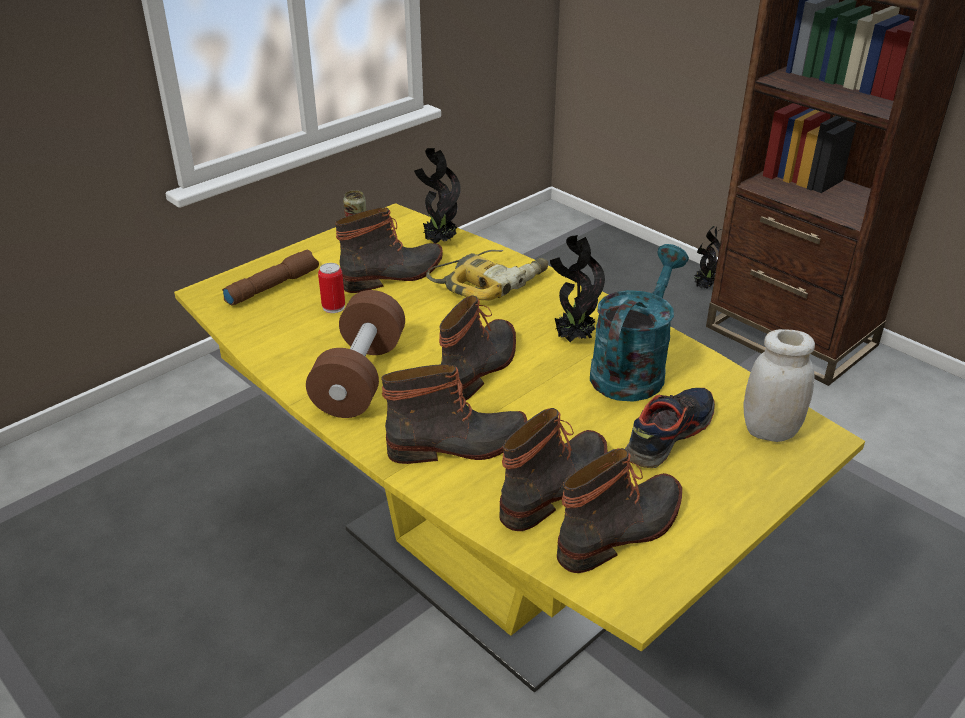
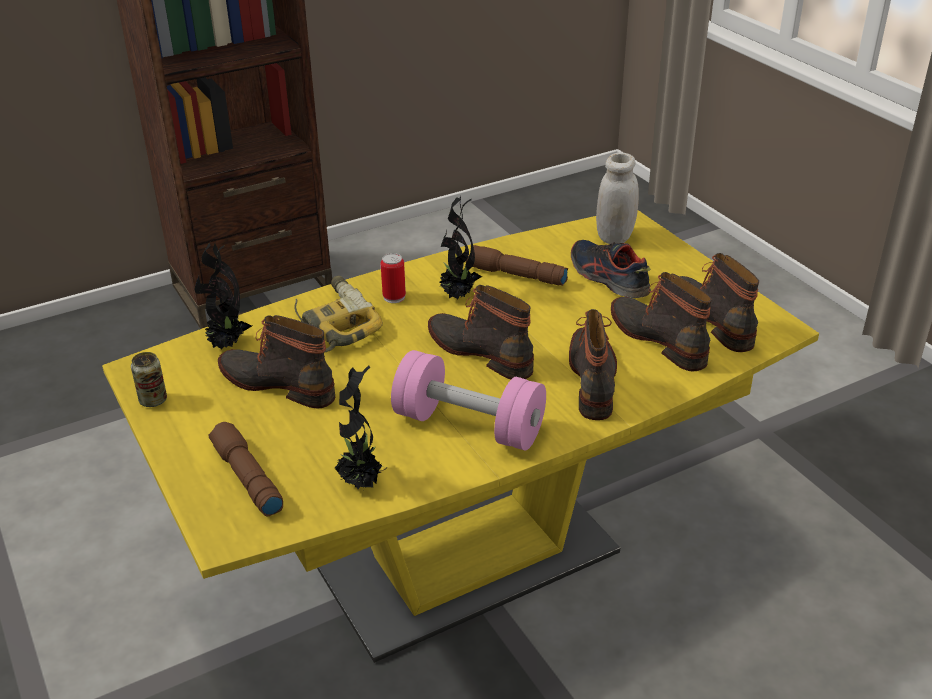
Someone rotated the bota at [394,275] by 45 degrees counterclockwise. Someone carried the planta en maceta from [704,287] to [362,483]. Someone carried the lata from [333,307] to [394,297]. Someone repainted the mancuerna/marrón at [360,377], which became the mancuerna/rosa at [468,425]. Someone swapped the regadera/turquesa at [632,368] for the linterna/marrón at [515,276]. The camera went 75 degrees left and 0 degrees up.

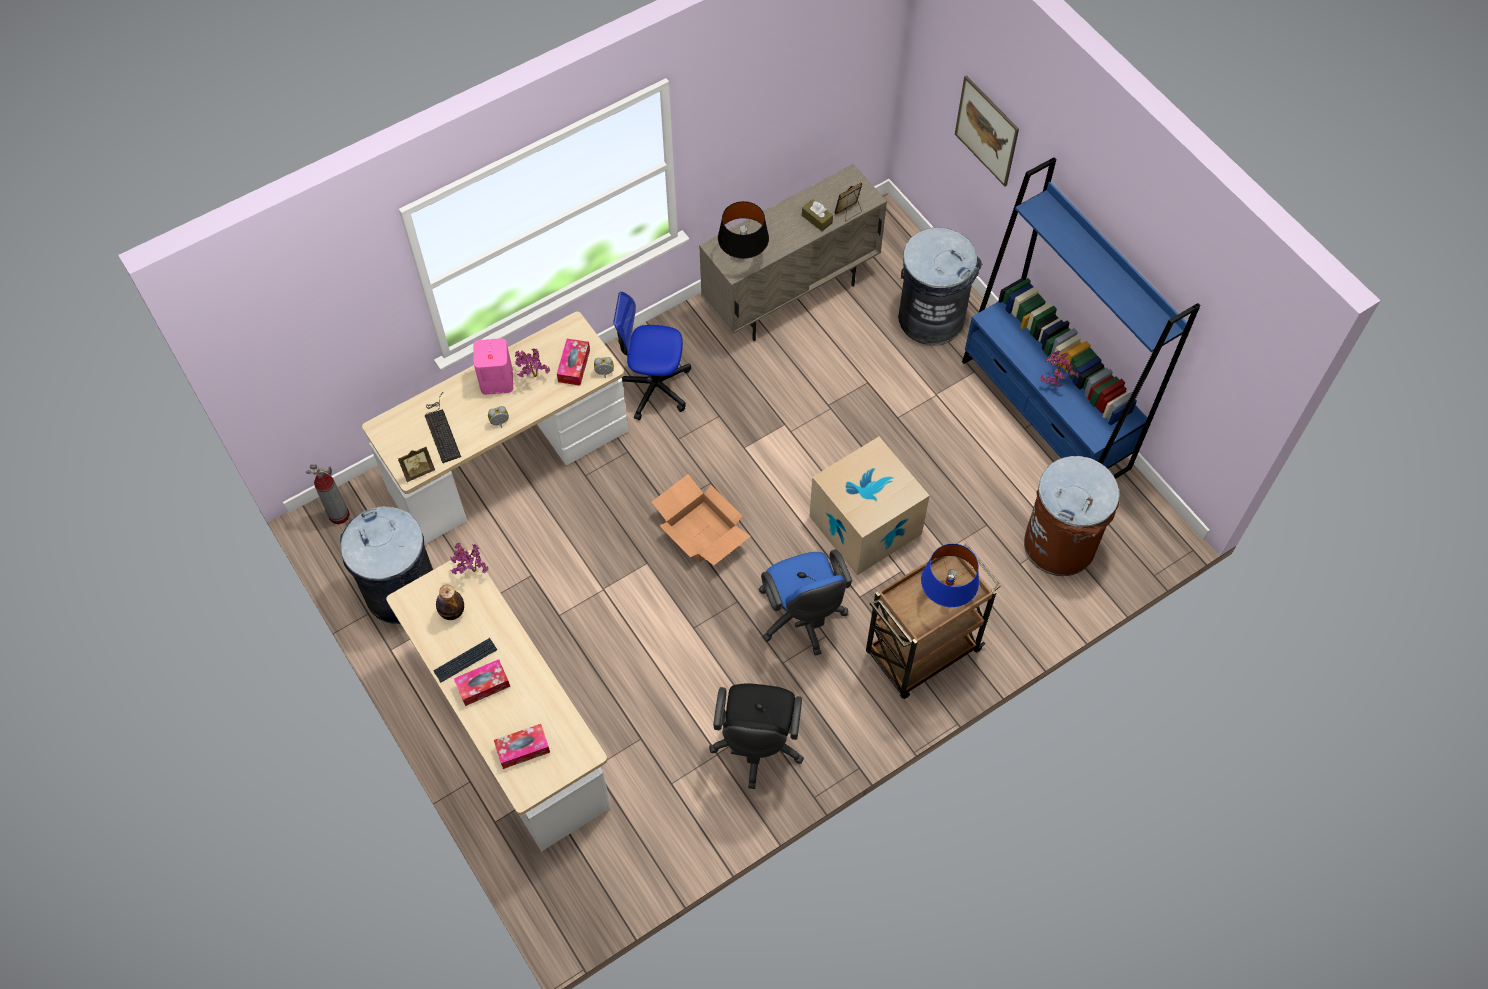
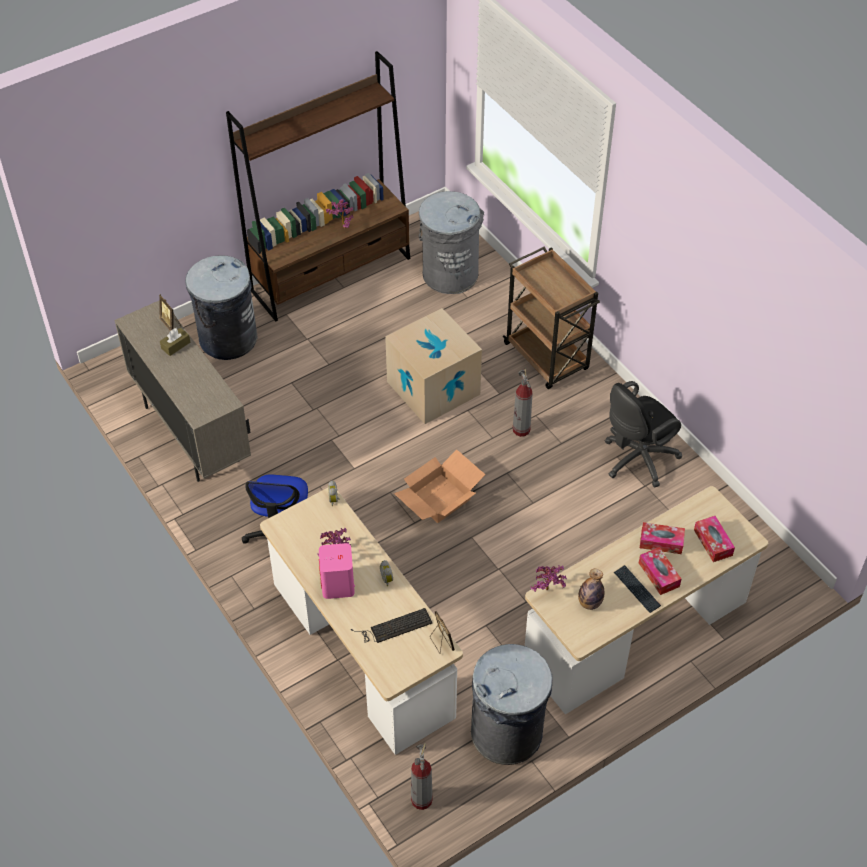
Someone repainted the estantería/azul at [1045,415], which became the estantería/marrón at [331,274]. Someone repainted the papelera/marrón at [1060,544], which became the papelera/gris at [450,274]. Someone swapped the silla de oficina/azul at [802,619] for the extintor at [521,430]. Someone rotated the silla de oficina/negro at [756,747] by 135 degrees clockwise. Someone carried the caja de pañuelos from [574,366] to [661,542]. Someone took away the lámpara de mesa/negro at [743,258]. Someone took away the lámpara de mesa/azul at [945,597]. Someone took away the cuadro at [986,131]. The camera went 90 degrees left and 10 degrees down.

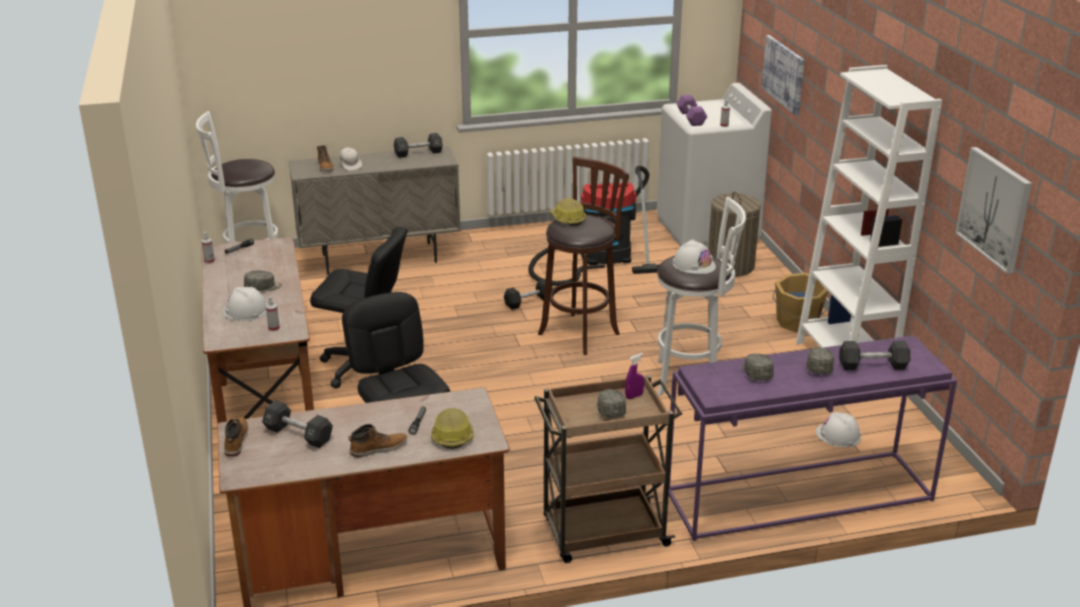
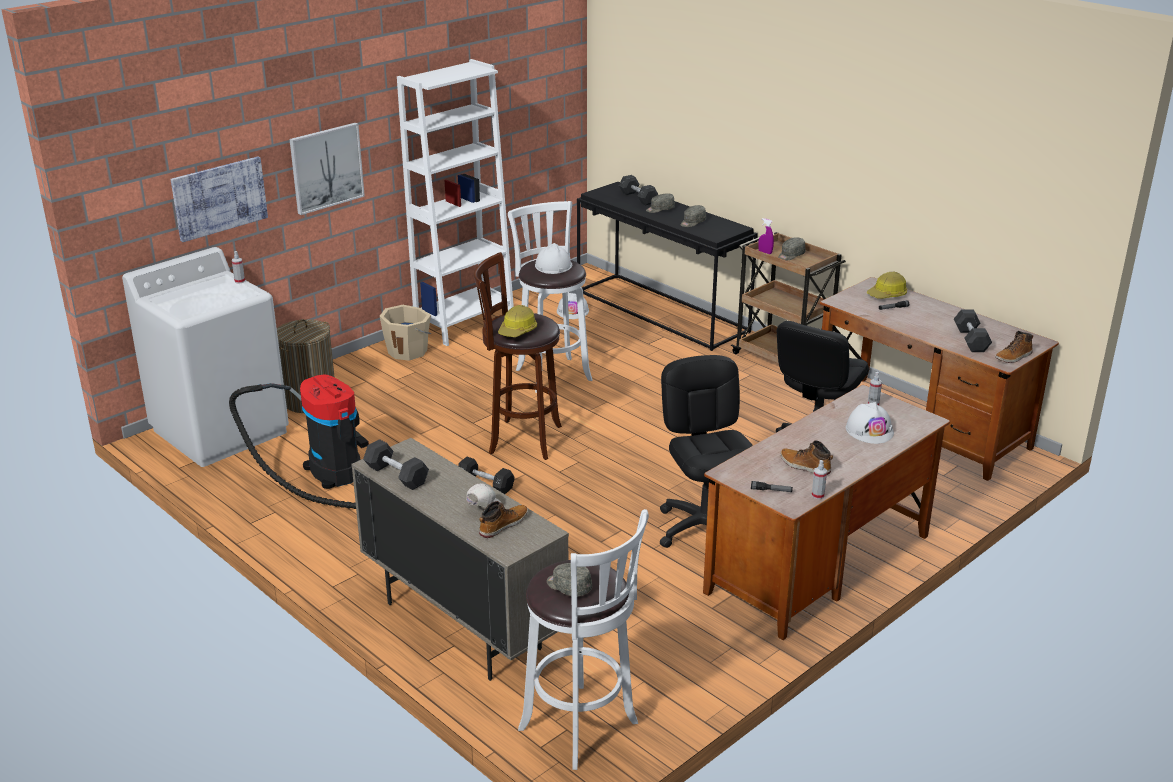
Someone carried the cuadro from [994,209] to [326,167]. Someone repainted the cubo/naranja at [797,322], which became the cubo/beis at [408,351]. Someone carried the gorra/gris from [263,288] to [568,587]. Someone repainted the mesa consola/morado at [798,497], which became the mesa consola/negro at [663,311]. Someone carried the bota from [378,448] to [804,466]. Someone took away the mancuerna/morado at [691,118]. The camera went 120 degrees left and 0 degrees up.

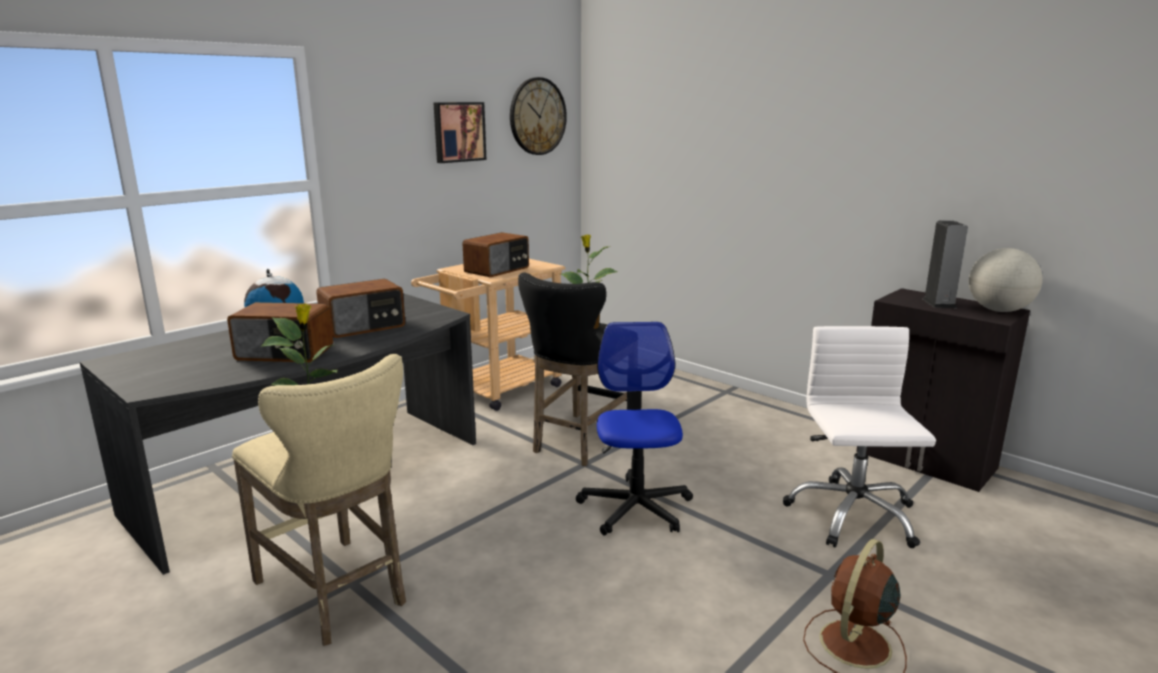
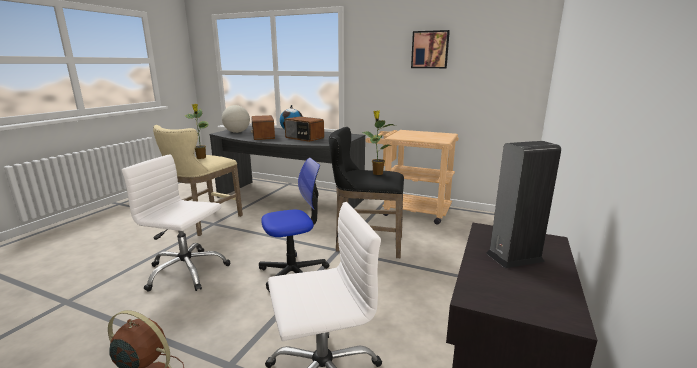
Someone put down the silla de oficina/blanco at [186,271]. Someone carried the globo terráqueo from [999,310] to [237,132]. Someone took away the radio at [498,270]. Someone took away the reloj de pared at [537,116]. The camera went 70 degrees right and 0 degrees up.

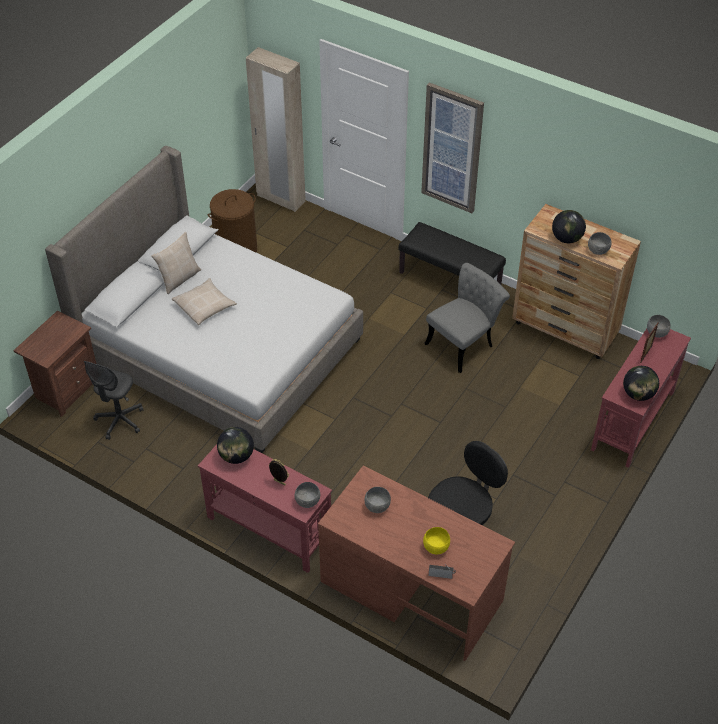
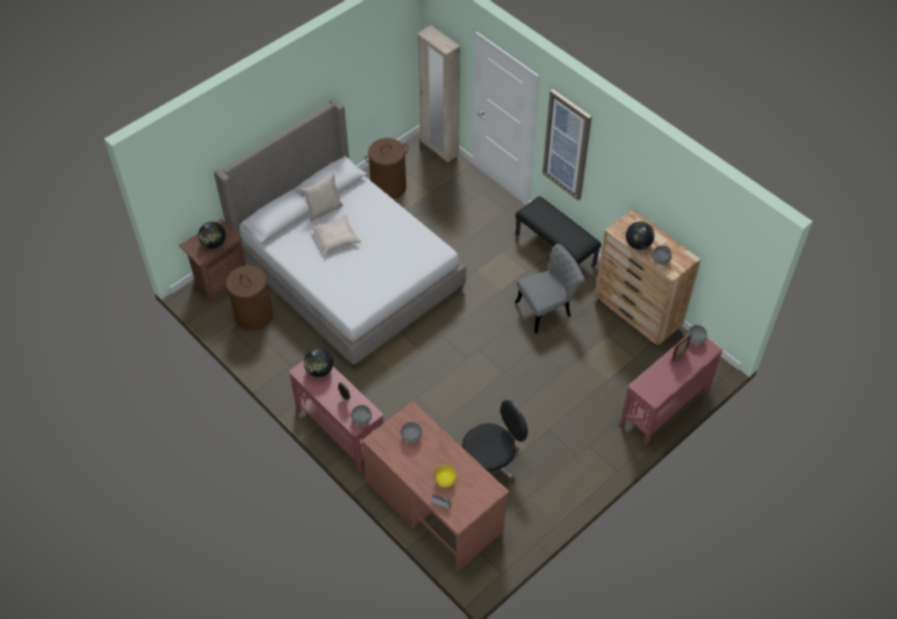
Someone carried the globo terráqueo from [638,394] to [214,243]. Someone swapped the silla de oficina/gris at [120,421] for the cesto de la ropa/marrón at [253,315]. The camera went 15 degrees right and 5 degrees up.

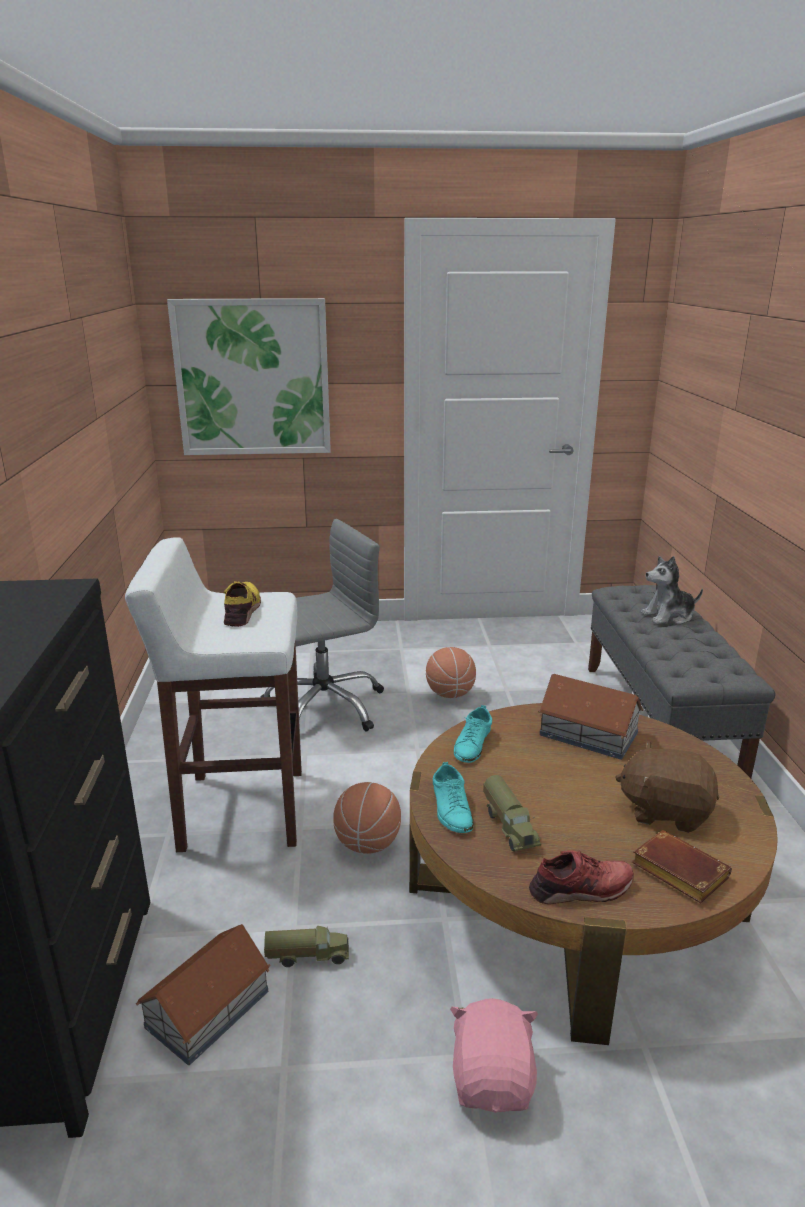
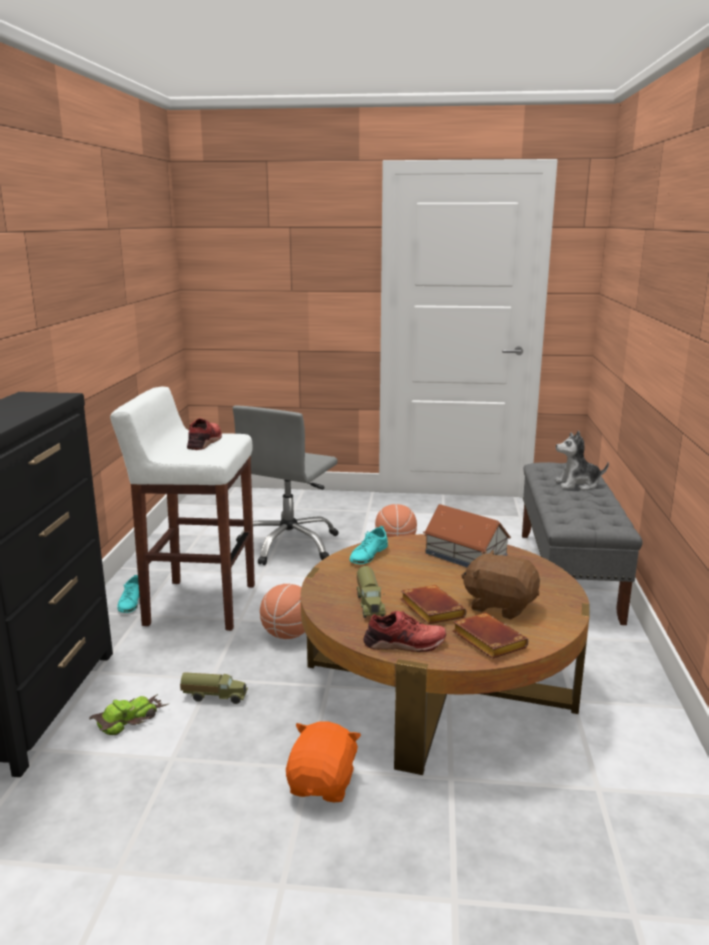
Someone swapped the casita at [206,1009] for the coche de juguete at [130,718]. Someone carried the zapato/turquesa from [451,809] to [131,602]. Someone repainted the zapato/amarillo at [243,610], which became the zapato/rojo at [205,442]. Someone rotated the silla de oficina/gris at [324,706] by 135 degrees clockwise. Someone repainted the peluche/rosa at [493,1080], which became the peluche/naranja at [323,784]. Someone put down the libro/marrón at [429,609]. Someone took away the cuadro at [253,378]. The camera went 10 degrees right and 5 degrees down.

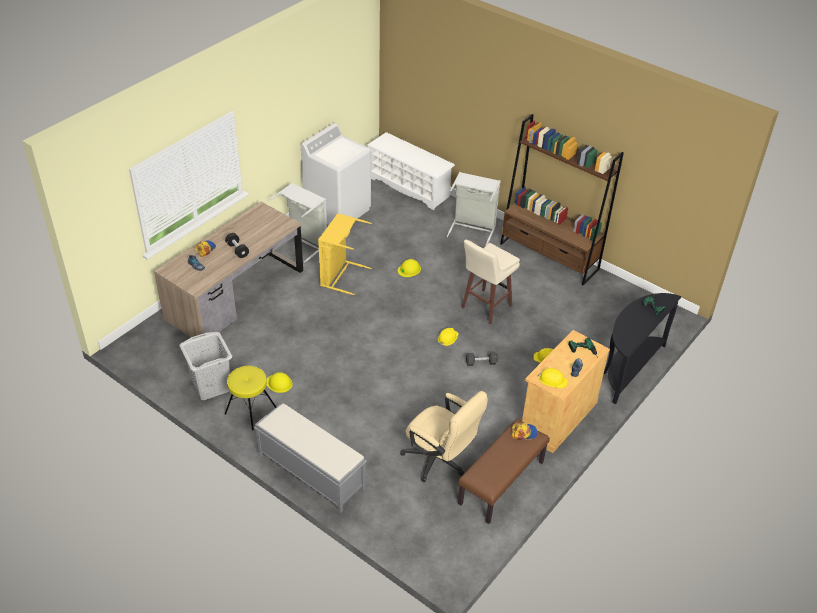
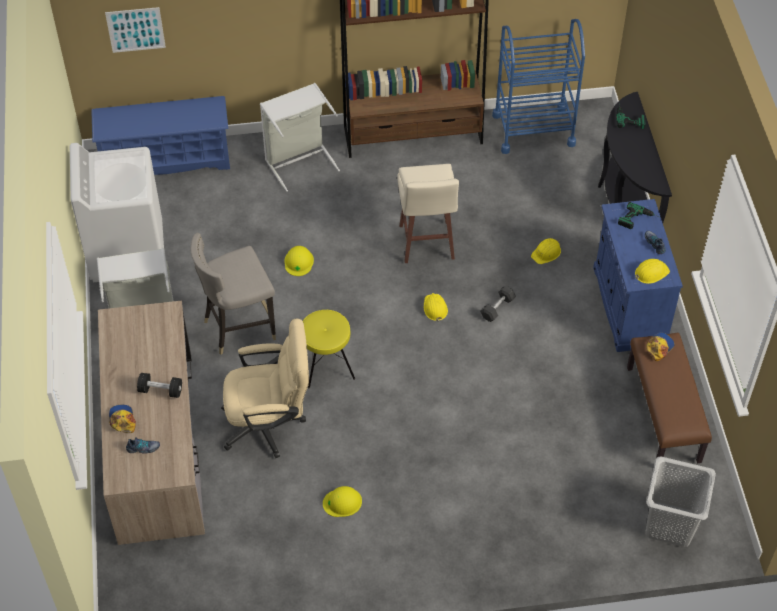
Someone repainted the zapatero/blanco at [409,187], which became the zapatero/azul at [166,159]. Someone put up the cuadro at [135,29]. Someone swapped the cesto de la ropa/amarillo at [340,276] for the taburete/gris at [238,328]. Someone carried the silla de oficina/beis from [440,461] to [270,424]. Someone carried the taburete/amarillo from [250,410] to [326,364]. Someone put down the carrito/azul at [533,129]. Someone repainted the armario/beis at [558,417], which became the armario/azul at [629,306]. Someone carried the cesto de la ropa/gris from [211,386] to [670,524]. Someone took away the banco/gris at [310,471]. The camera went 45 degrees left and 10 degrees up.

